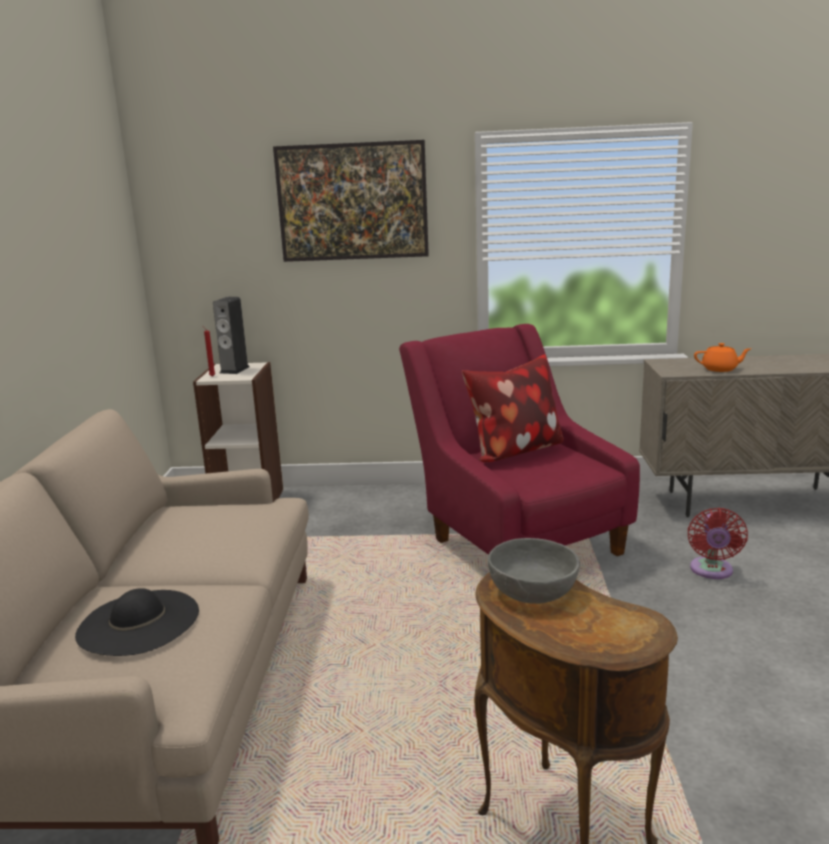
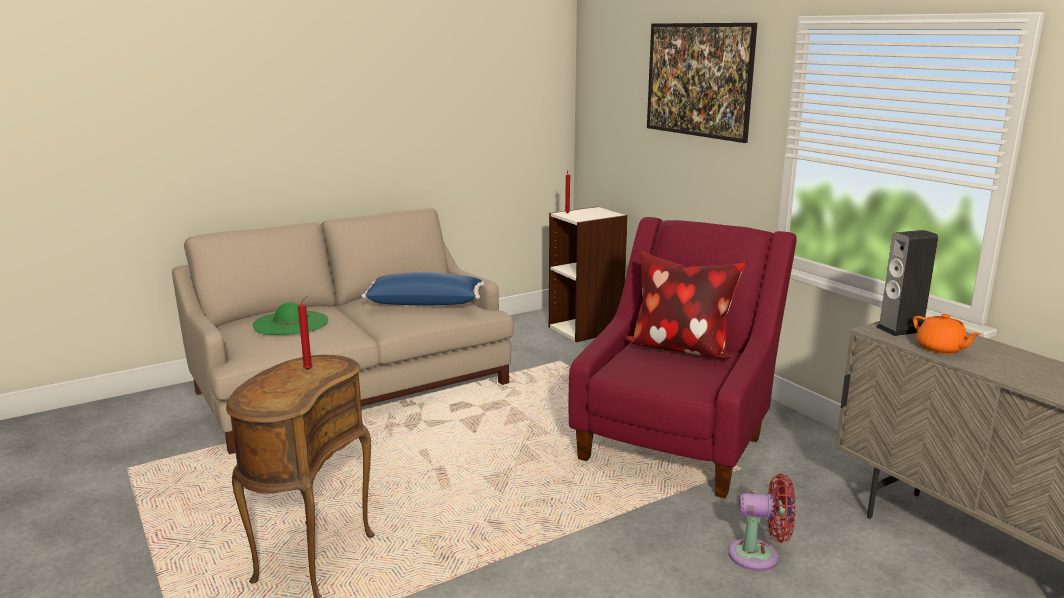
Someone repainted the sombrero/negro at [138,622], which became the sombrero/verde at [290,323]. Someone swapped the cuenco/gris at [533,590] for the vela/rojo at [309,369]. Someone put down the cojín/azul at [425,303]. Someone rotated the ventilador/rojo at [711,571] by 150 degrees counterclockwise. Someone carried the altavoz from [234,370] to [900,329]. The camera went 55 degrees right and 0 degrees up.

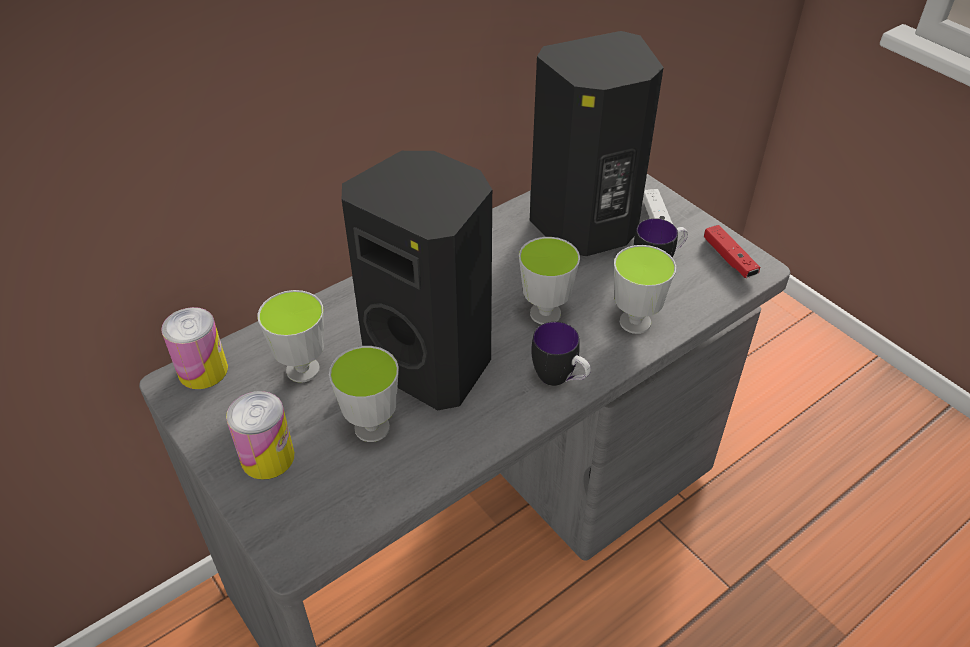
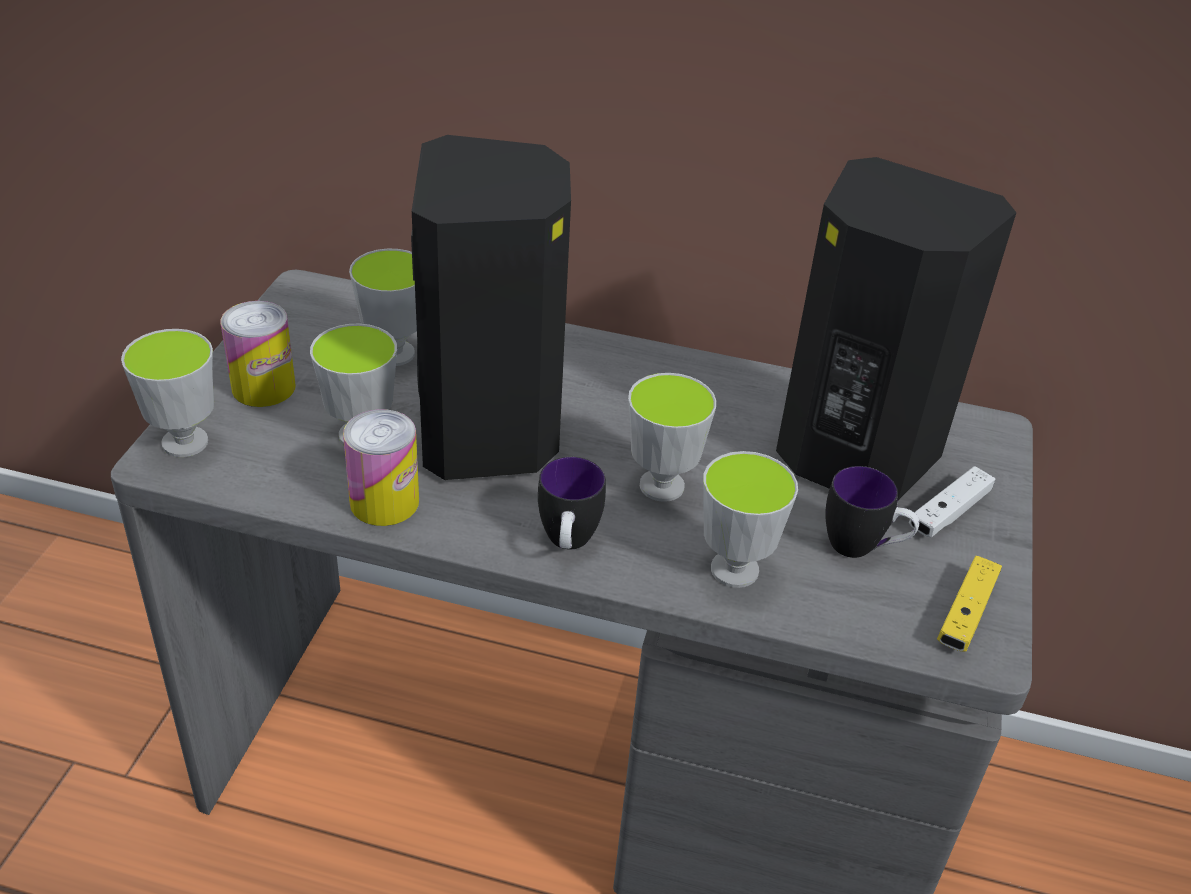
Someone put down the taza at [185,442]. Someone carried the lata from [203,370] to [384,502]. Someone repainted the mando de consola/rojo at [729,258], which became the mando de consola/amarillo at [966,614]. The camera went 50 degrees right and 5 degrees down.

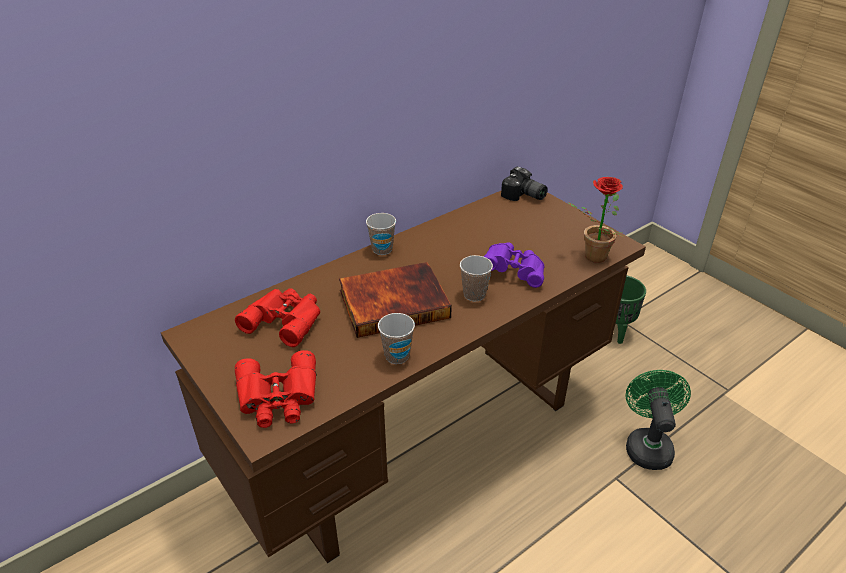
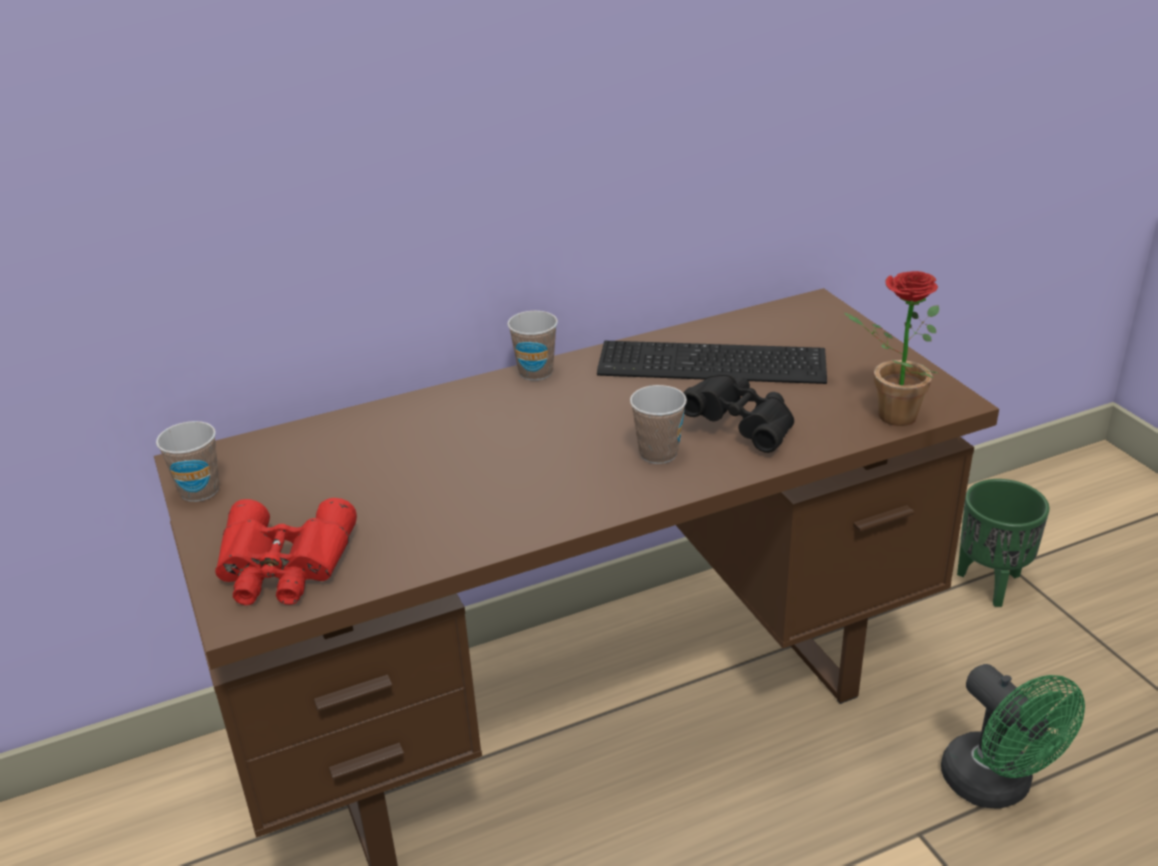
Someone carried the taza from [397,356] to [199,491]. Someone put down the teclado at [714,365]. Someone repainted the prismáticos/morado at [514,273], which became the prismáticos/negro at [741,427]. Someone rotated the ventilador/verde at [647,445] by 135 degrees clockwise. Someone took away the prismáticos/rojo at [285,319]. Someone took away the libro at [394,302]. Someone took away the cámara at [523,196]. The camera went 15 degrees right and 5 degrees down.

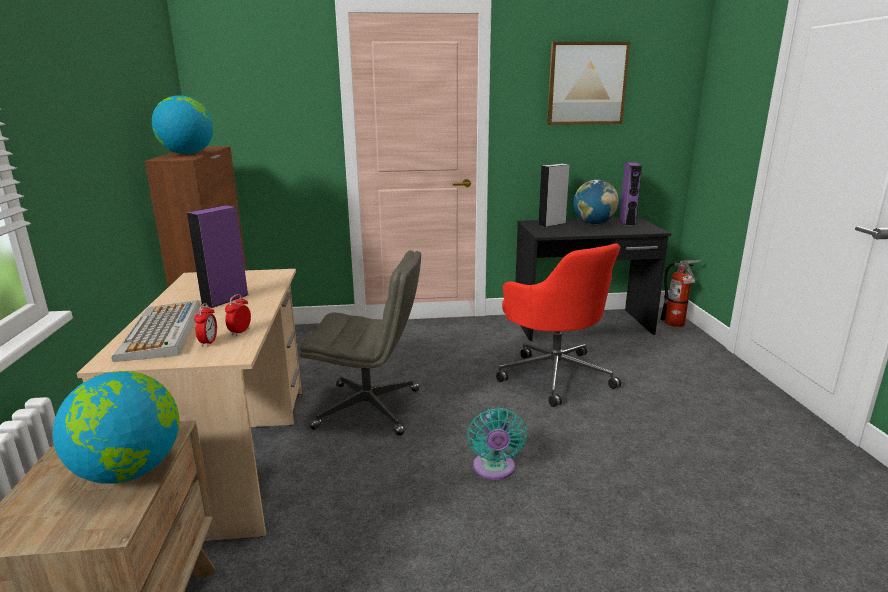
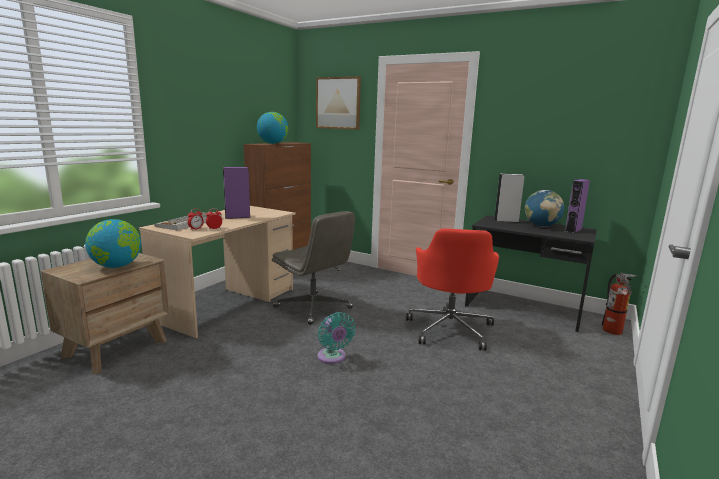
Someone carried the cuadro from [586,84] to [338,103]. Someone rotated the ventilador/turquesa at [494,469] by 60 degrees counterclockwise. The camera went 35 degrees right and 5 degrees down.

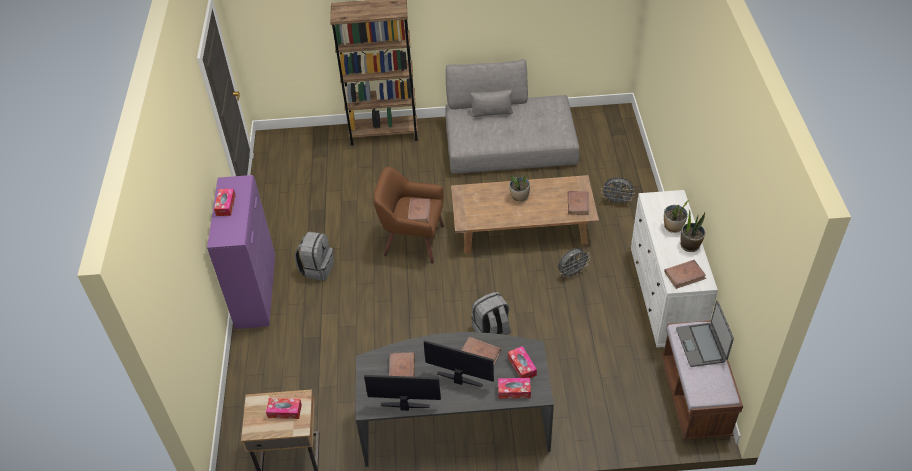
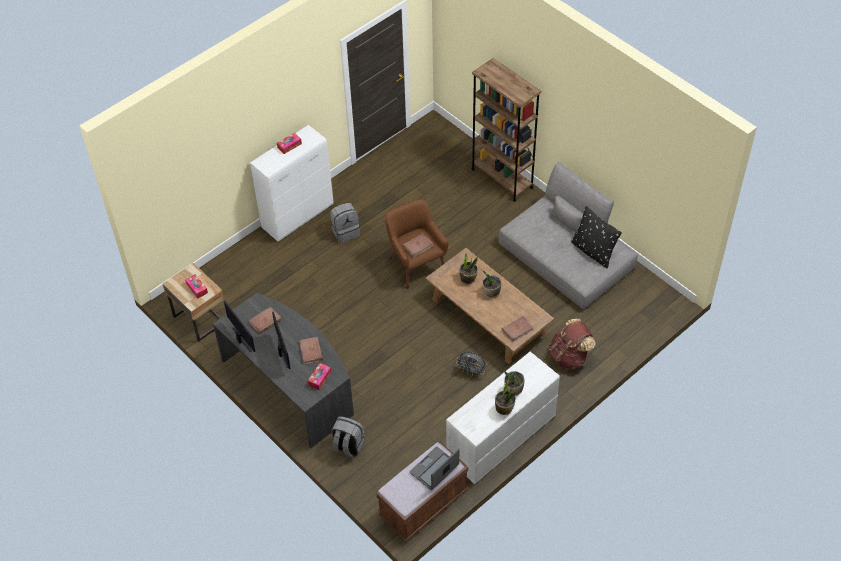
Someone repainted the armario/morado at [256,292], which became the armario/blanco at [298,216]. Someone carried the mochila/gris from [491,331] to [348,447]. Someone put down the planta en maceta at [468,278]. Someone swapped the ventilador/gris at [617,201] for the mochila/marrón at [569,356]. Someone put down the cojín/negro at [593,251]. Someone took away the caja de pañuelos at [514,391]. Someone took away the libro/marrón at [684,275]. The camera went 50 degrees right and 5 degrees up.

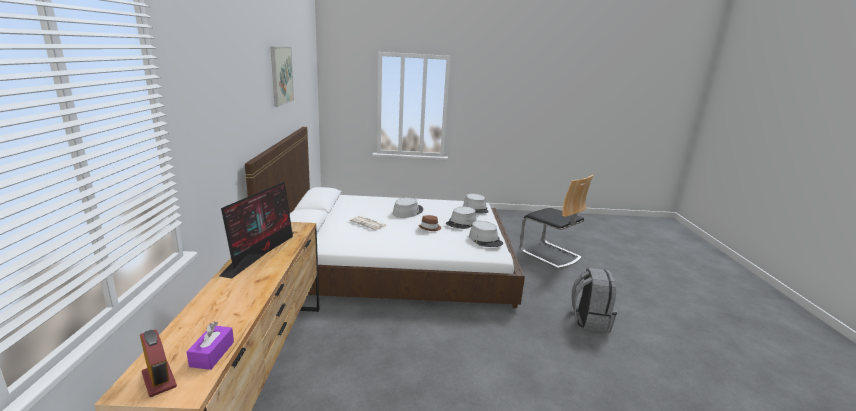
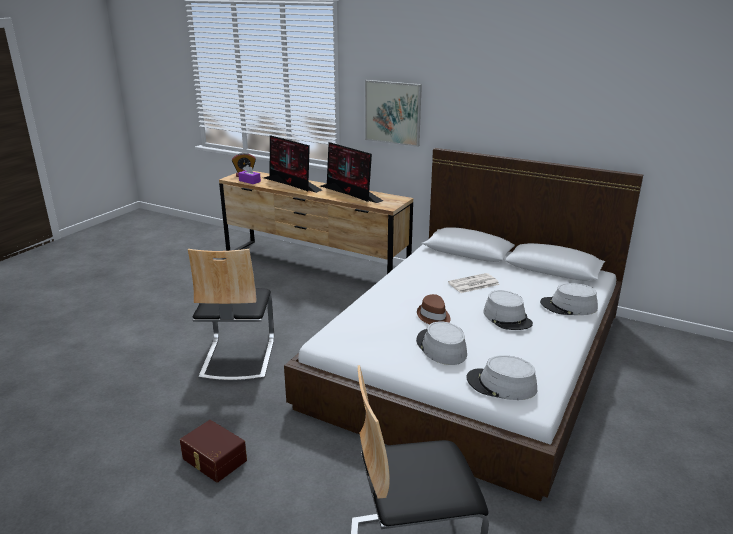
Someone swapped the mochila/gris at [589,320] for the caja de almacenaje/marrón at [213,460]. Someone put down the silla at [237,358]. Someone put down the monitor at [292,184]. Someone carried the cuadro from [281,75] to [392,112]. Someone carried the sombrero/gris from [485,240] to [568,306]. The camera went 120 degrees right and 5 degrees up.

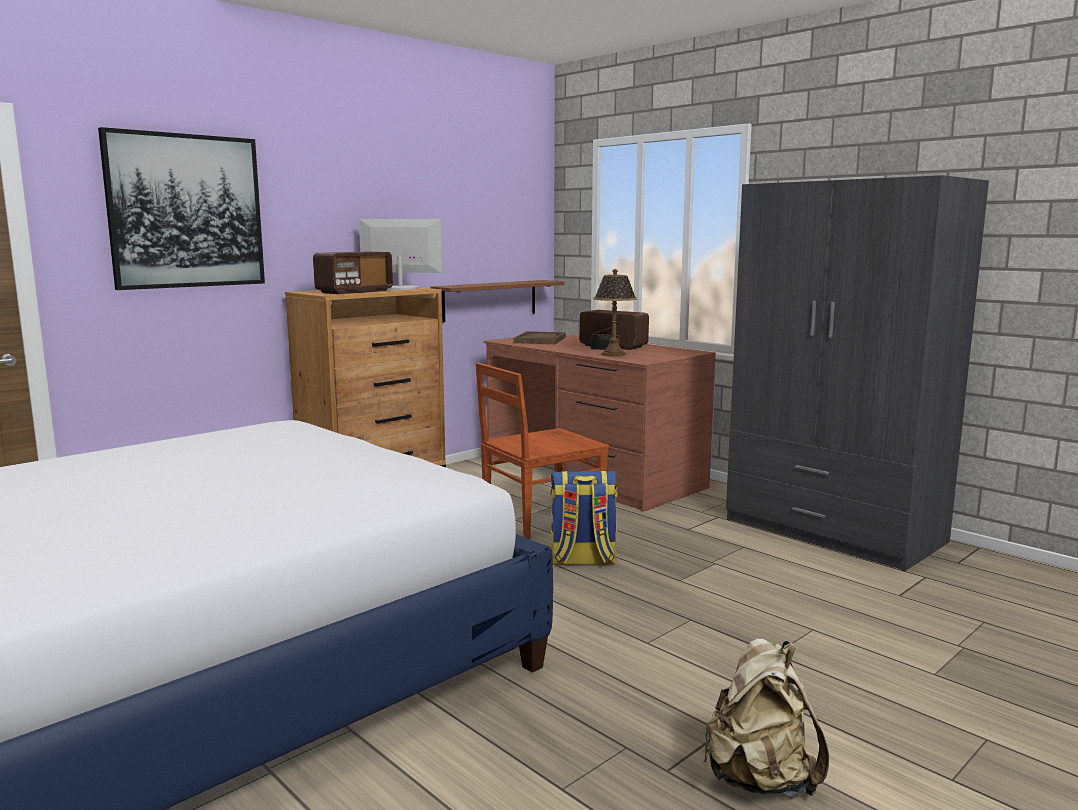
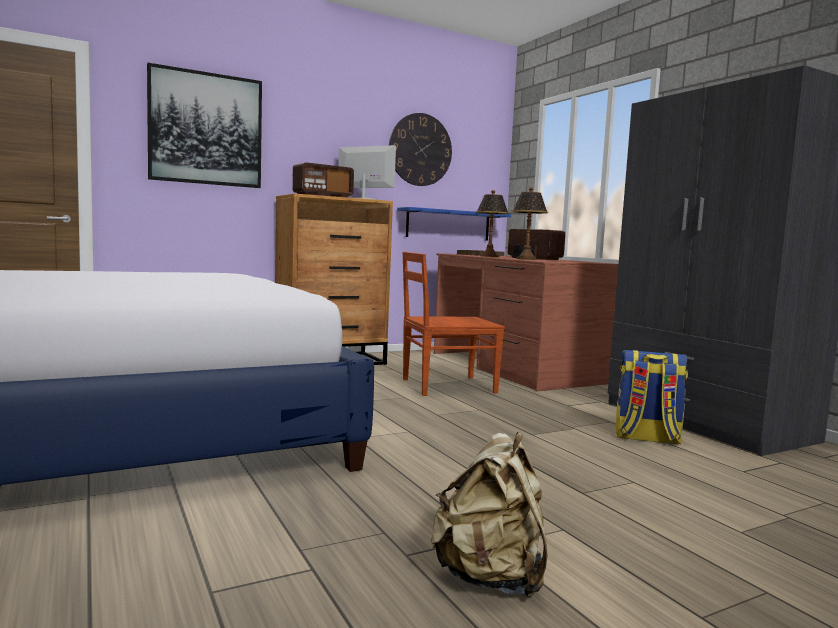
Someone put up the reloj de pared at [420,150]. Someone repainted the estante/marrón at [490,300], which became the estante/azul at [448,225]. Someone put down the lámpara de mesa at [489,256]. Someone carried the mochila from [582,560] to [646,438]. The camera went 15 degrees right and 5 degrees down.

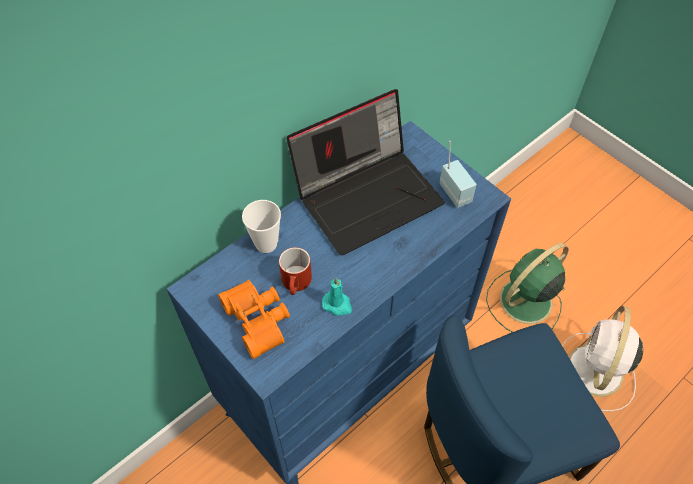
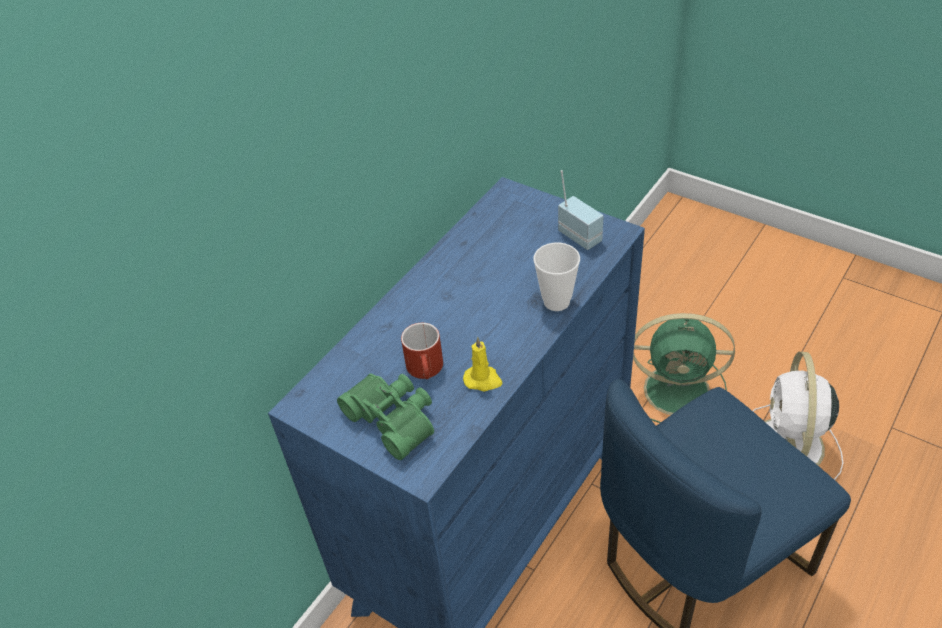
Someone repainted the prismáticos/naranja at [259,320], which became the prismáticos/verde at [394,418]. Someone repainted the vela/turquesa at [337,304], which became the vela/amarillo at [483,380]. Someone carried the taza from [266,244] to [556,301]. Someone rotated the ventilador/verde at [524,302] by 120 degrees counterclockwise. Someone took away the portátil at [368,195]. The camera went 10 degrees left and 10 degrees down.

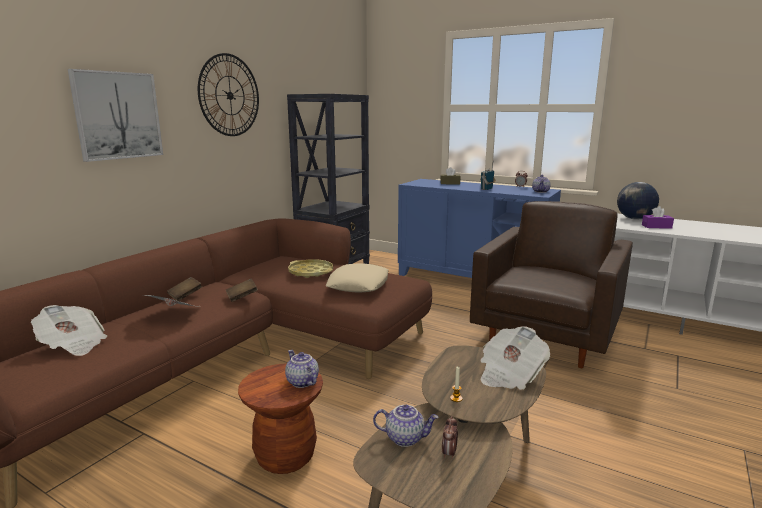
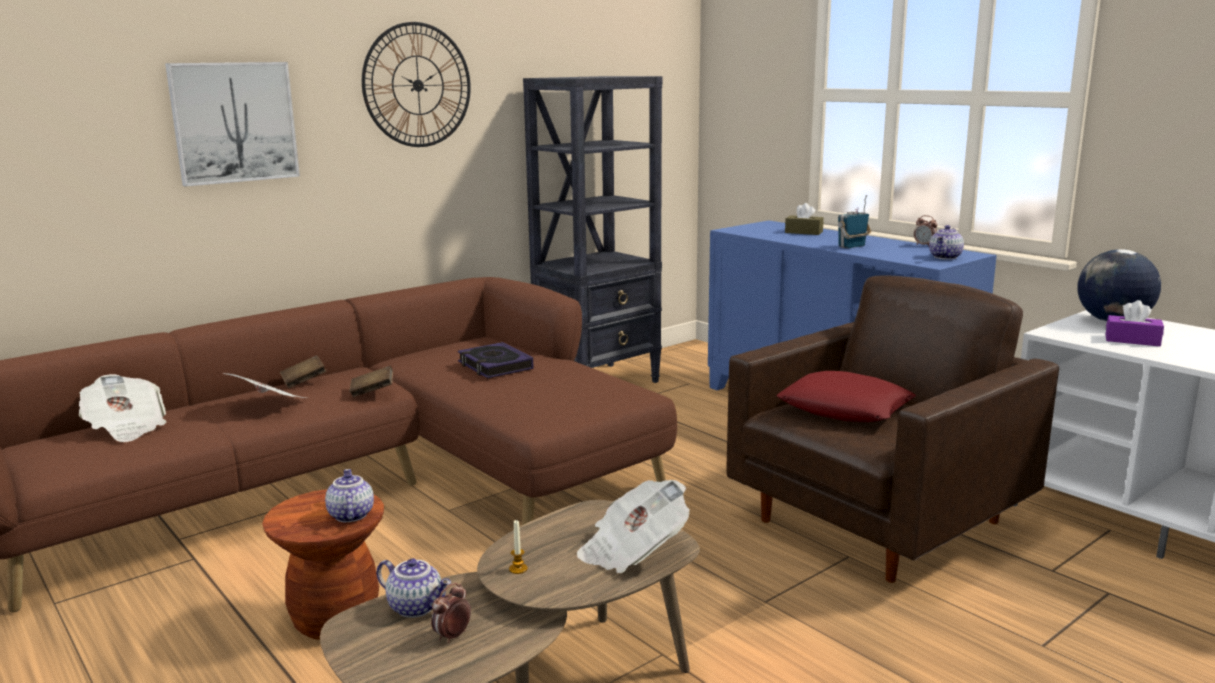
Someone swapped the bandeja/amarillo at [310,272] for the libro at [495,366]. Someone put down the cojín/rojo at [845,408]. Someone took away the cojín/beis at [358,284]. The camera went 20 degrees right and 0 degrees up.

